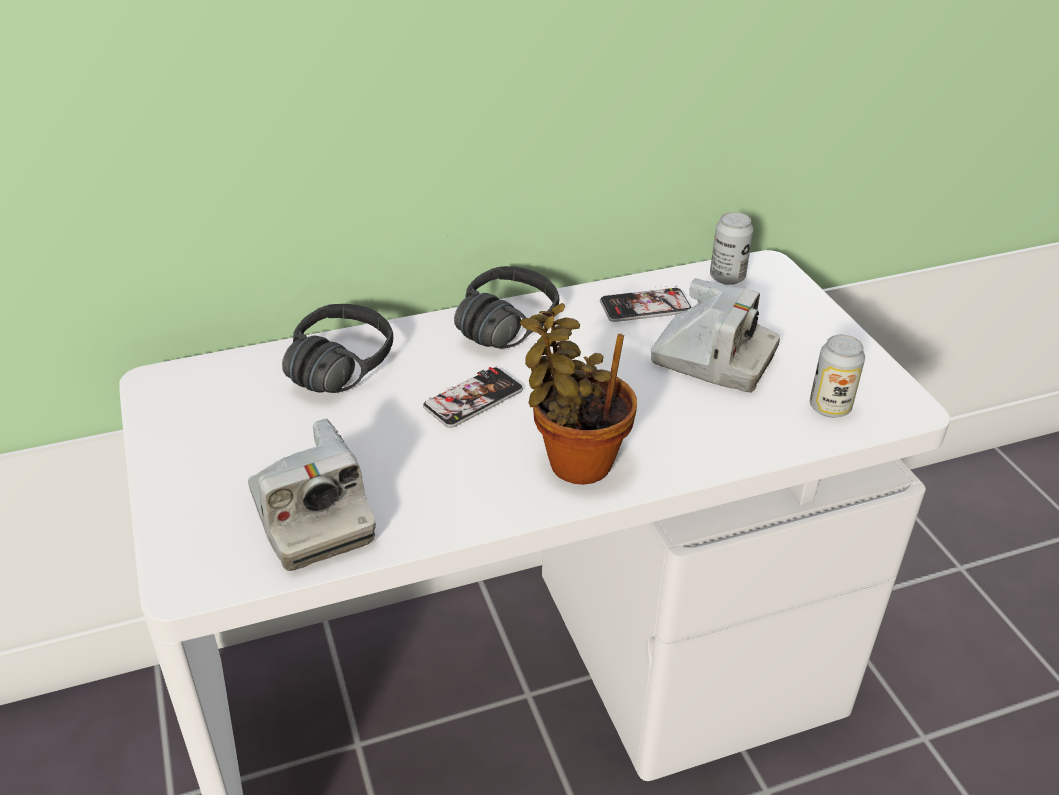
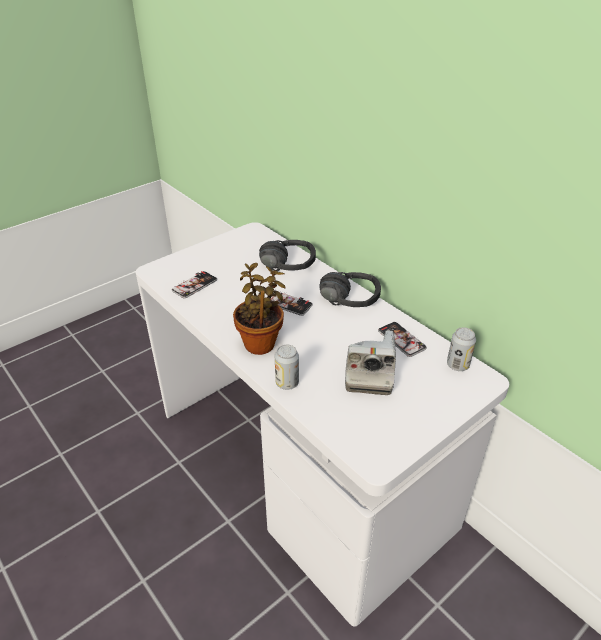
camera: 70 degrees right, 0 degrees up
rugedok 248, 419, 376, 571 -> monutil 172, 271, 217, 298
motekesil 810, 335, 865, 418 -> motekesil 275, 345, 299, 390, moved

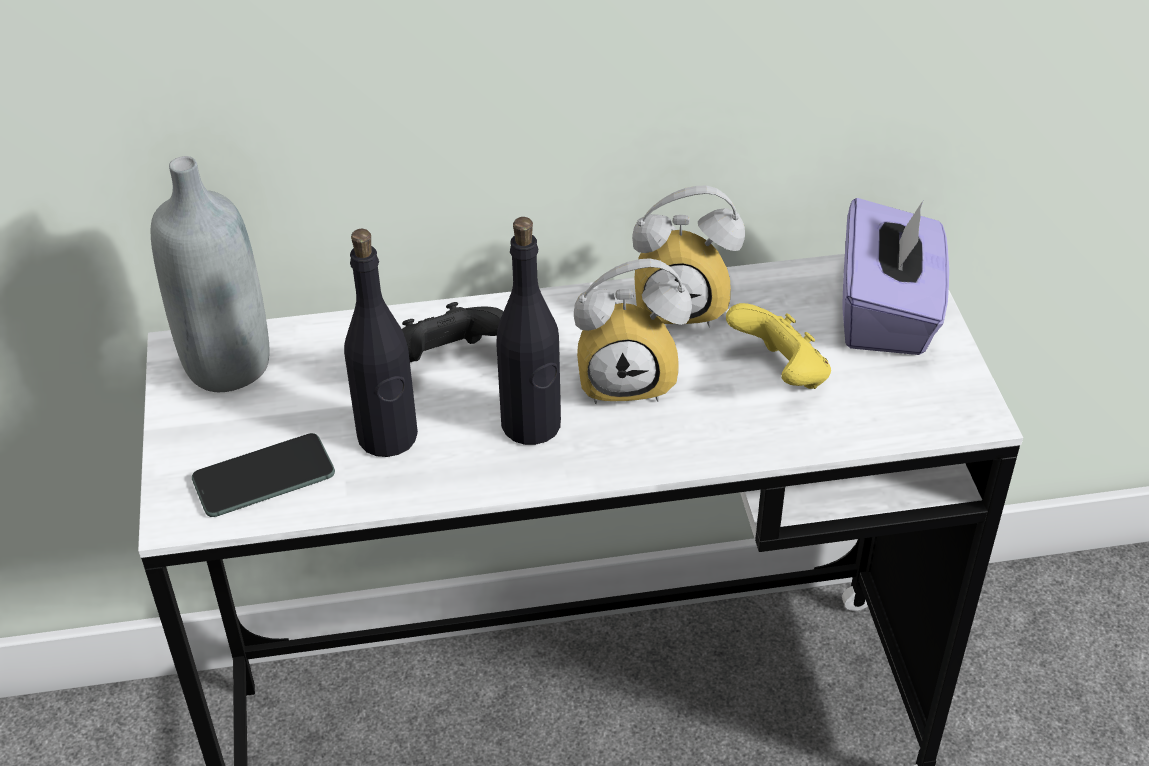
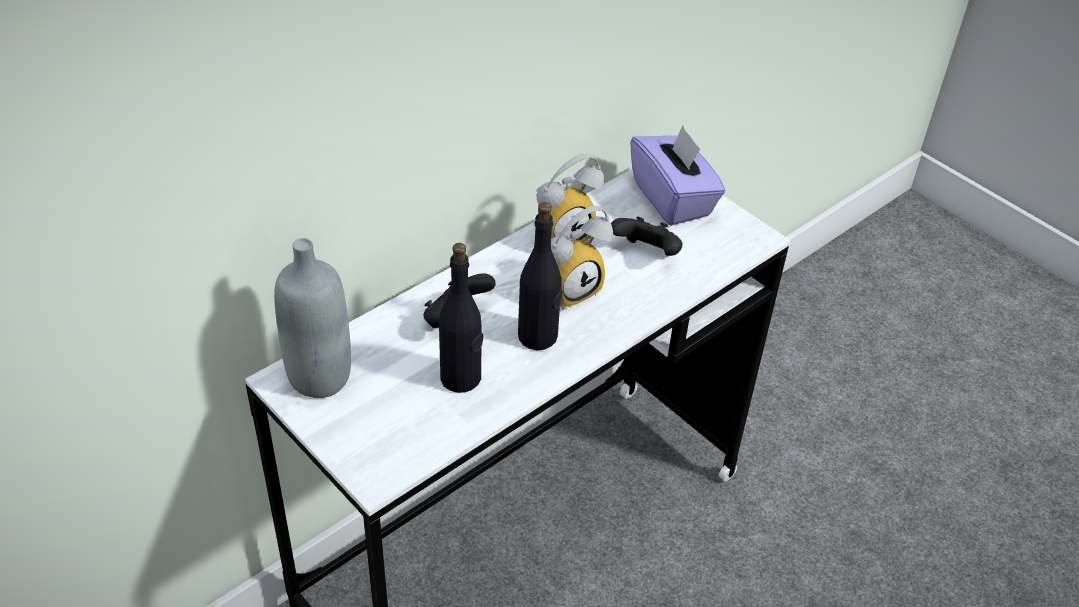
camera: 35 degrees left, 0 degrees up
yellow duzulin 726, 303, 831, 389 -> black duzulin 611, 217, 683, 256
monutil 192, 433, 335, 517 -> none

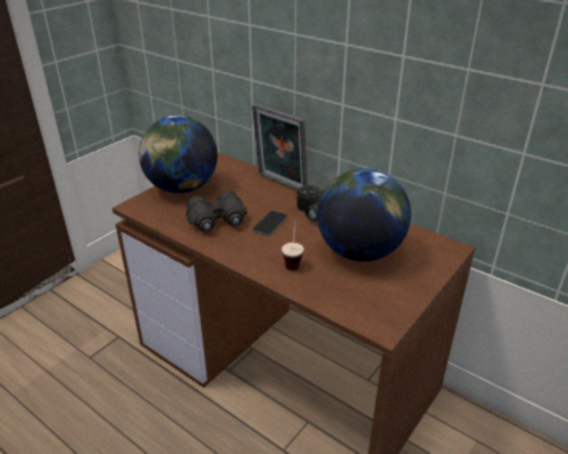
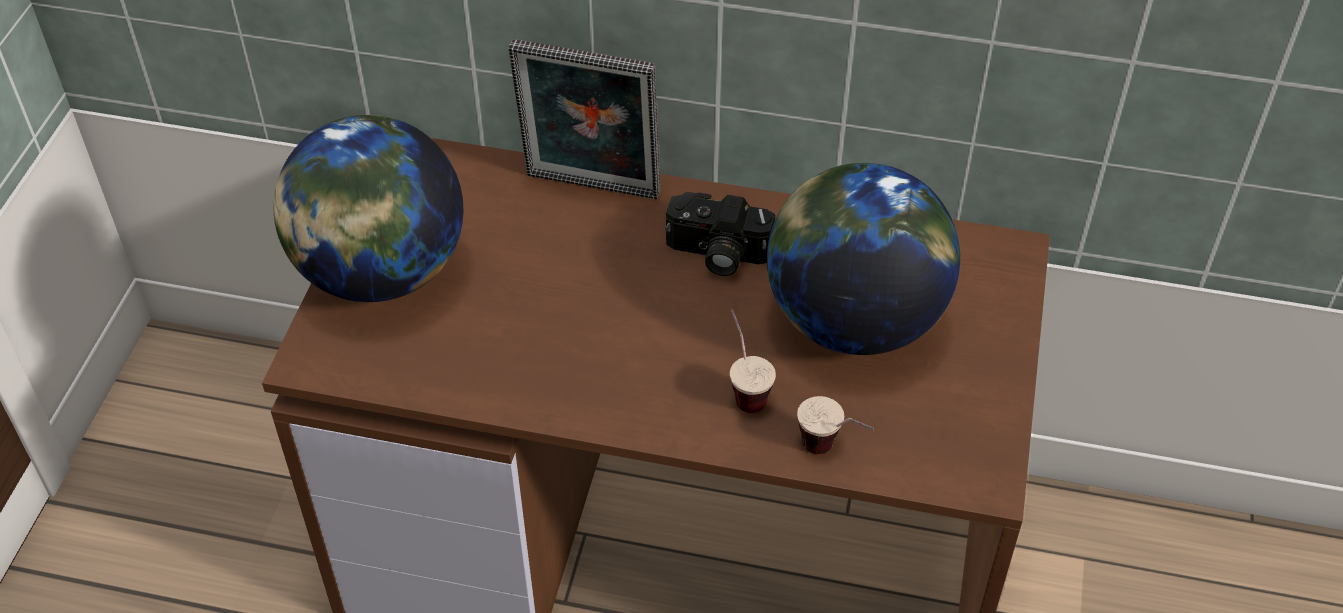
camera: 25 degrees left, 15 degrees up
none -> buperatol 797, 396, 875, 454
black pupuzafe 186, 191, 247, 232 -> none
monutil 252, 211, 288, 236 -> none

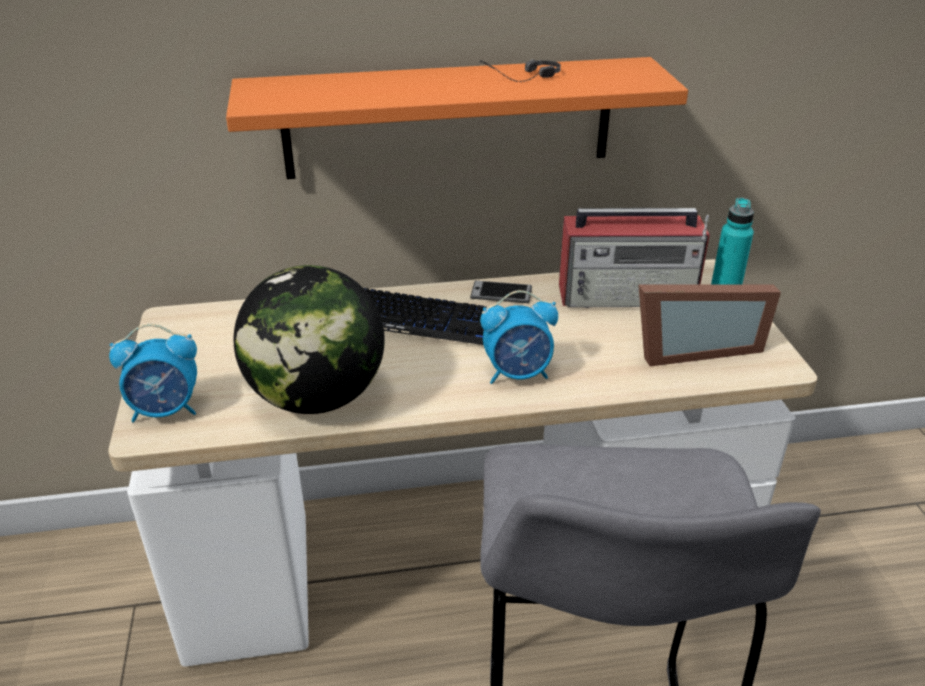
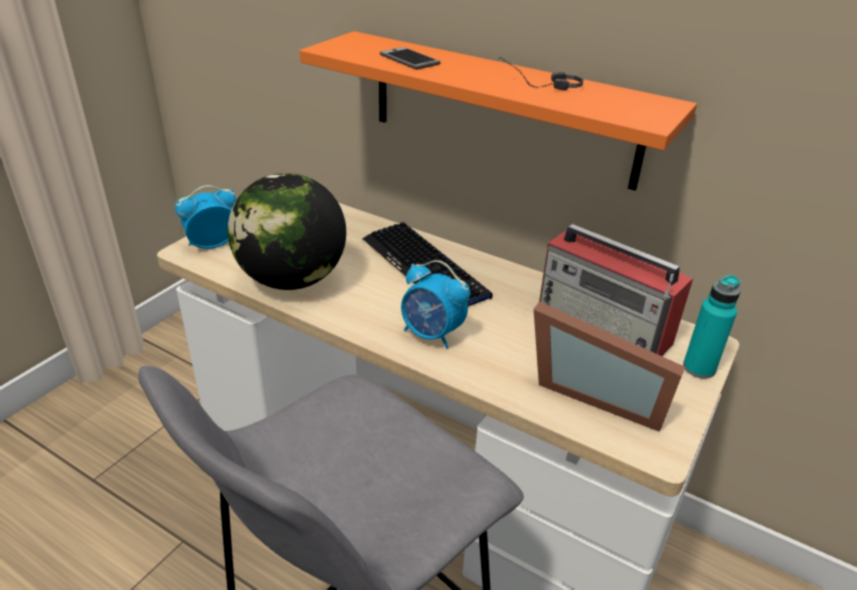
camera: 40 degrees right, 0 degrees up
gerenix 109, 324, 197, 423 -> gerenix 175, 185, 236, 249, 120 degrees clockwise
monutil 470, 281, 532, 303 -> monutil 380, 47, 440, 70, moved

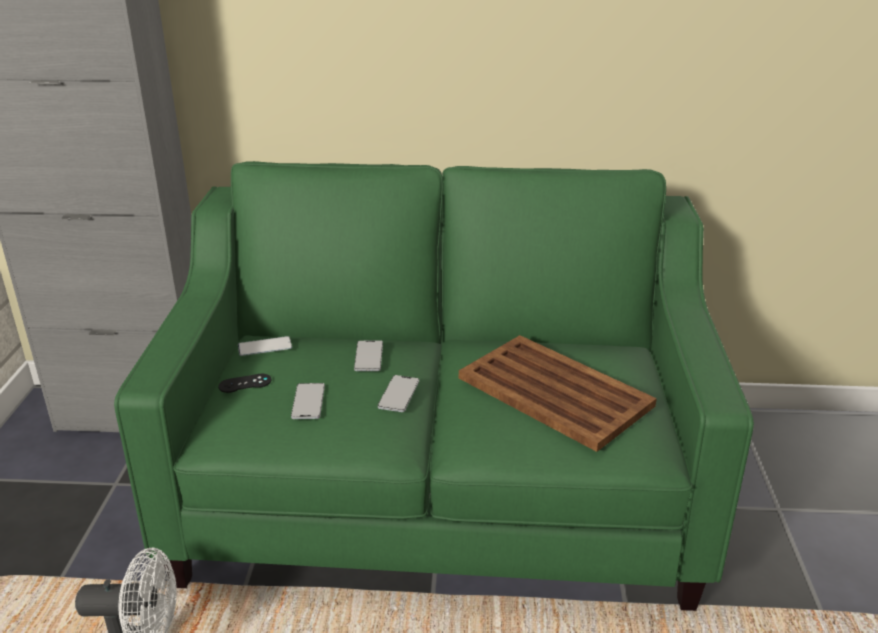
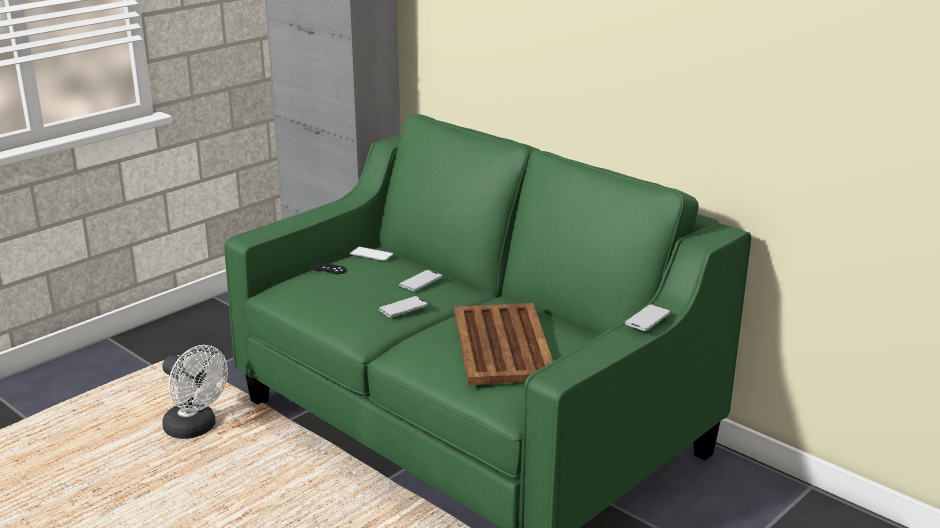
camera: 40 degrees right, 5 degrees down
monutil 291, 383, 325, 419 -> monutil 625, 304, 671, 331, moved

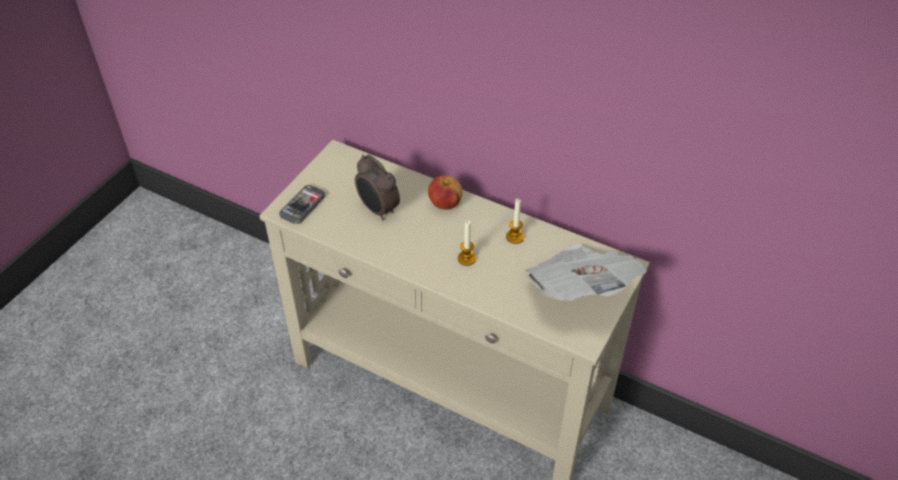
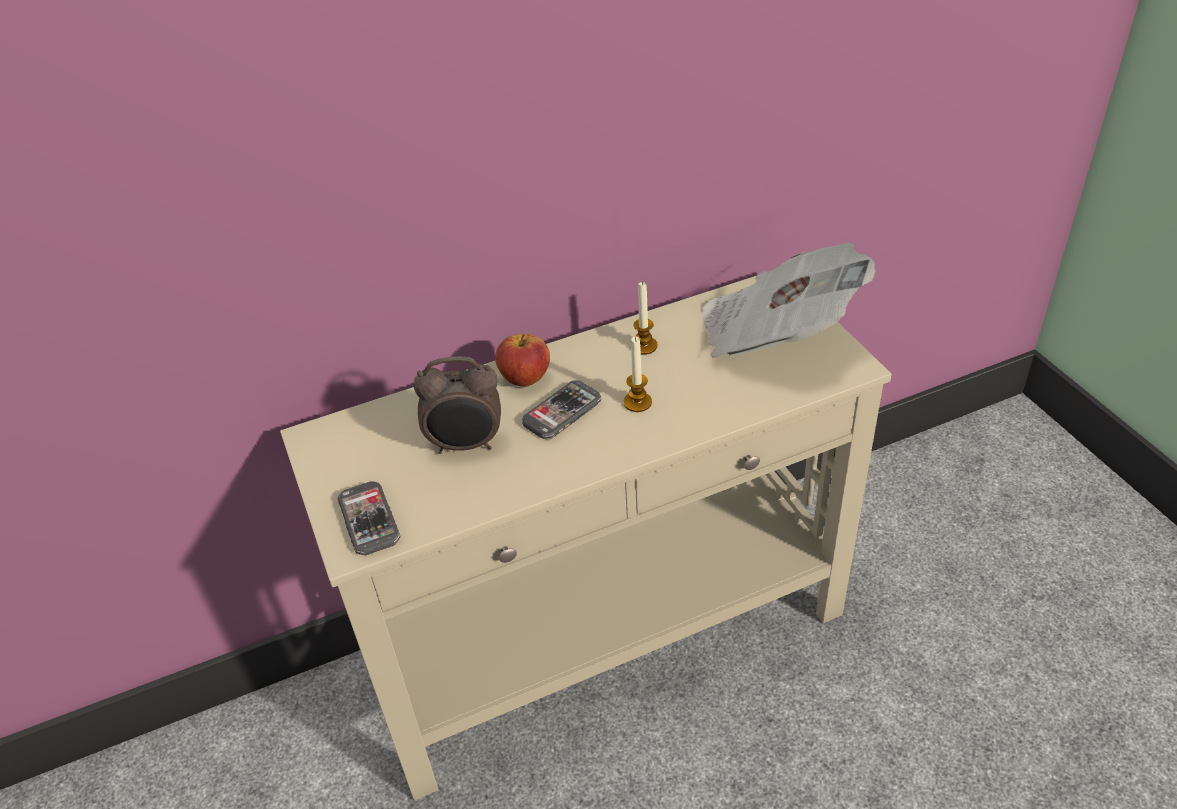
camera: 50 degrees left, 5 degrees down
none -> monutil 522, 380, 601, 439

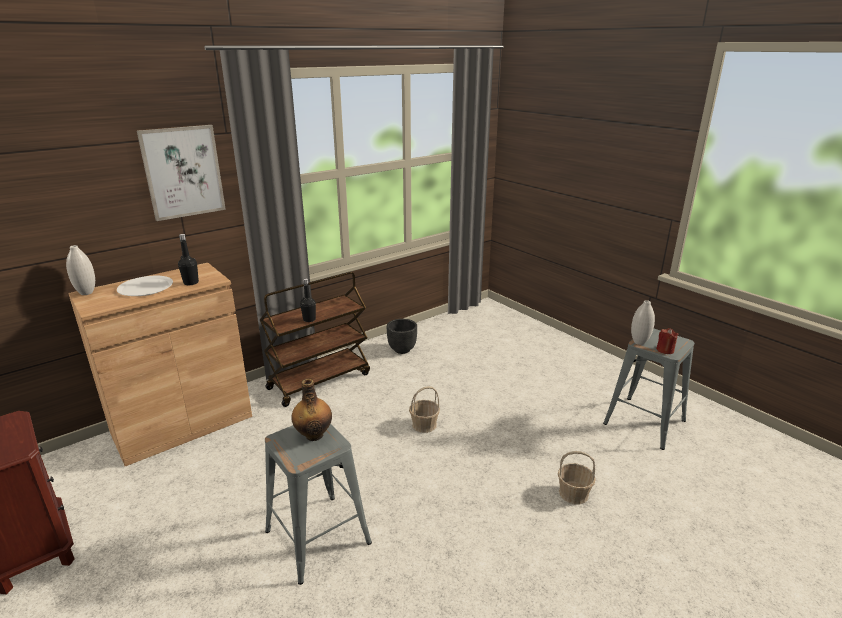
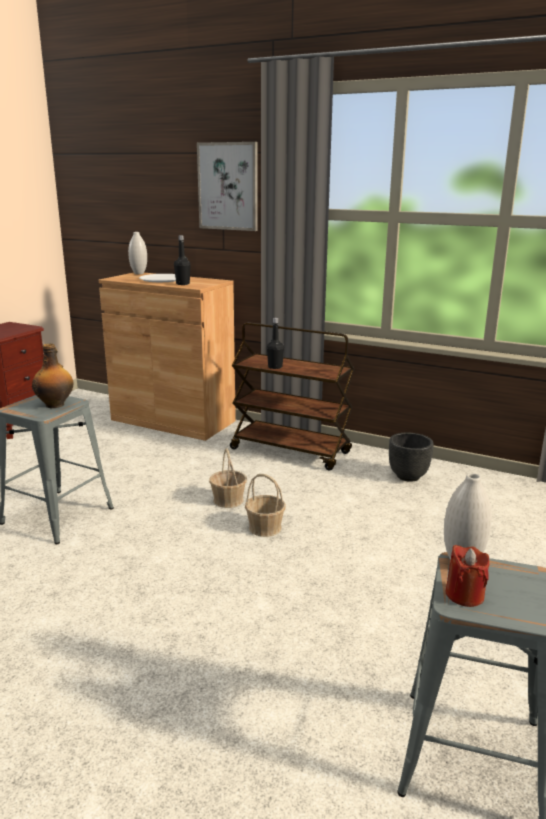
camera: 65 degrees right, 5 degrees down
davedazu 558, 451, 596, 504 -> davedazu 209, 448, 247, 508, moved

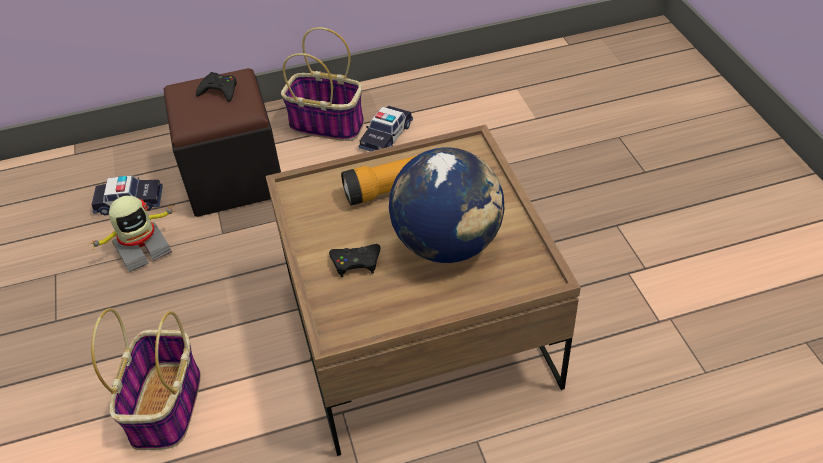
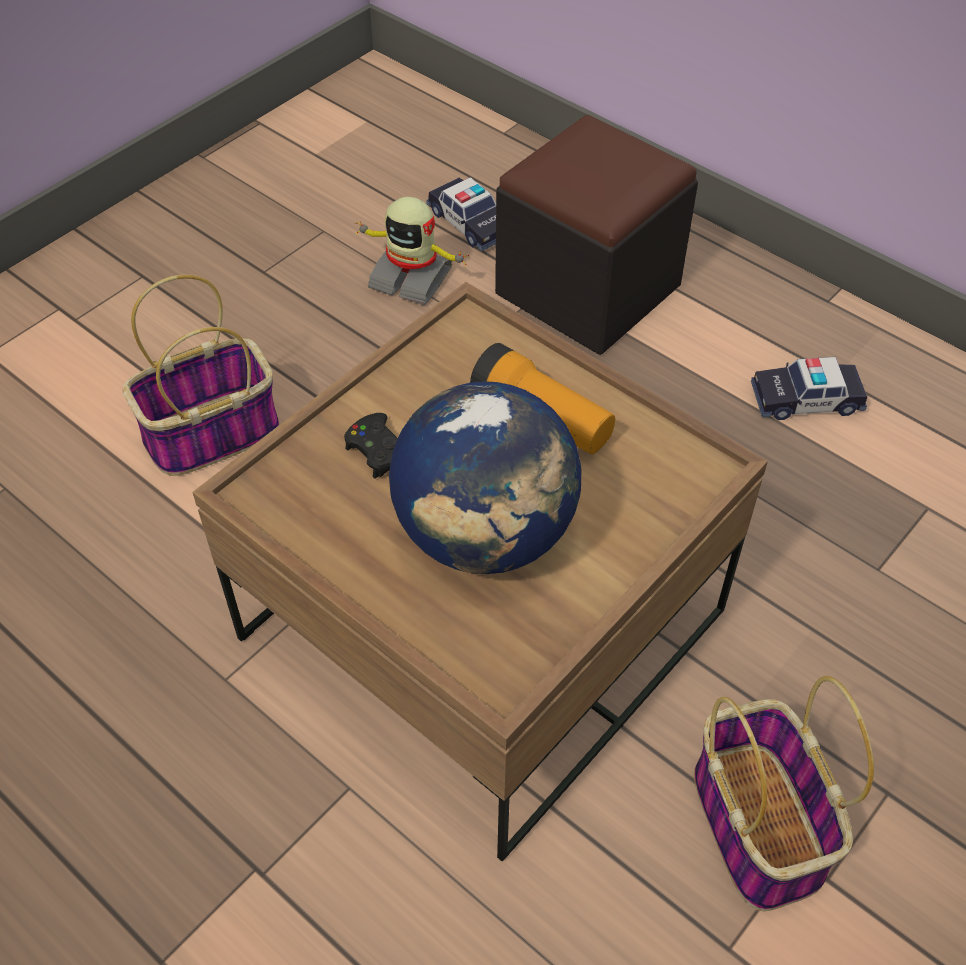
camera: 55 degrees right, 5 degrees up
davedazu 281, 27, 364, 141 -> davedazu 694, 676, 874, 911, moved
black duzulin 196, 72, 237, 102 -> none

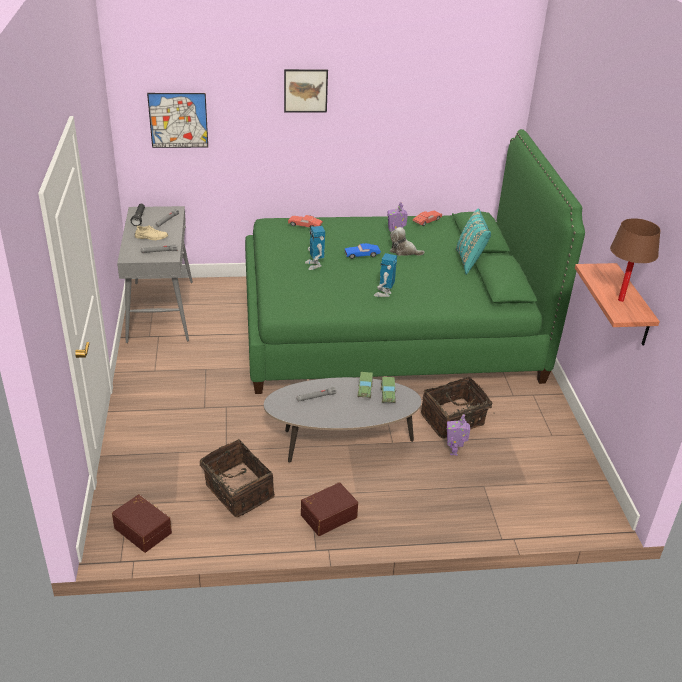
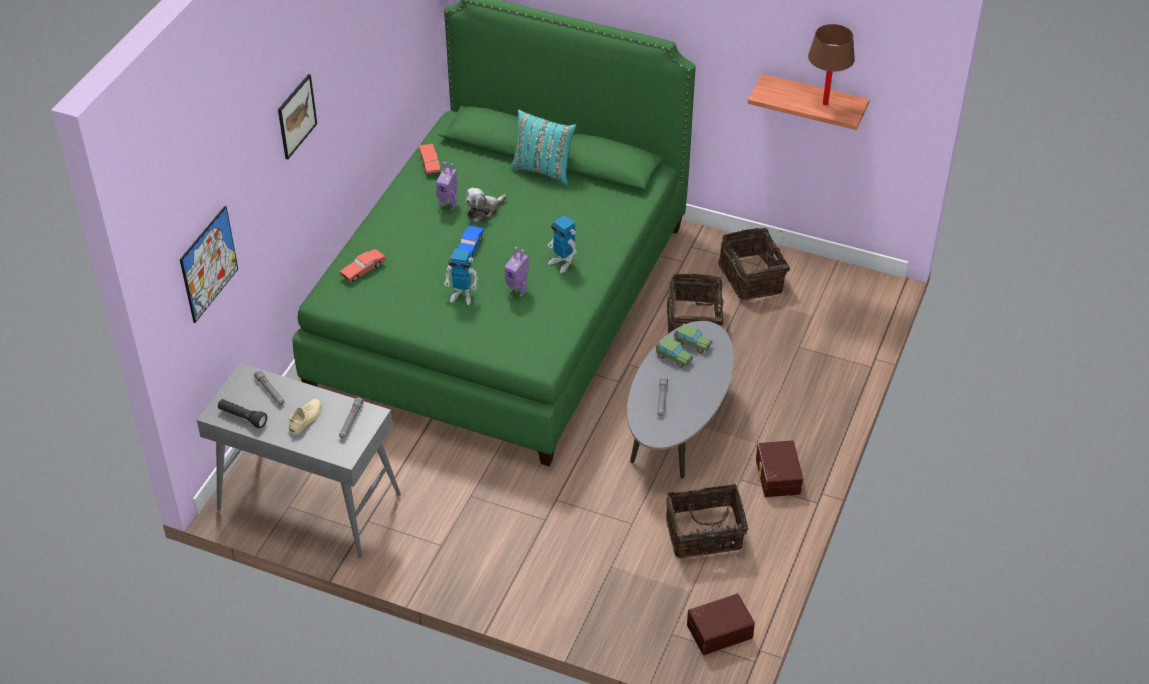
camera: 60 degrees left, 10 degrees up
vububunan 447, 414, 470, 456 -> vububunan 505, 247, 529, 297, moved
none -> davedazu 718, 227, 790, 300

